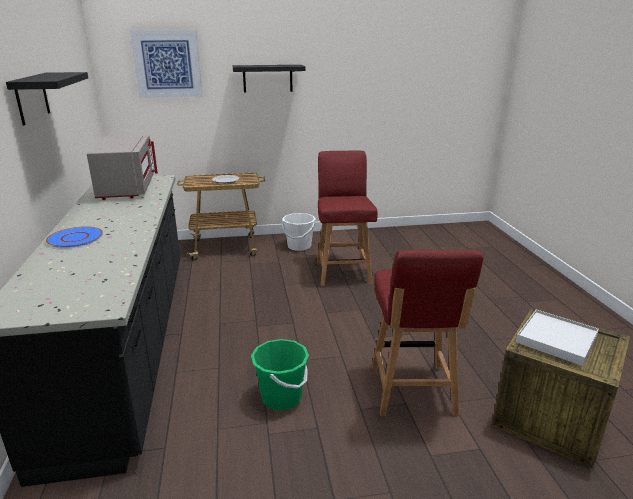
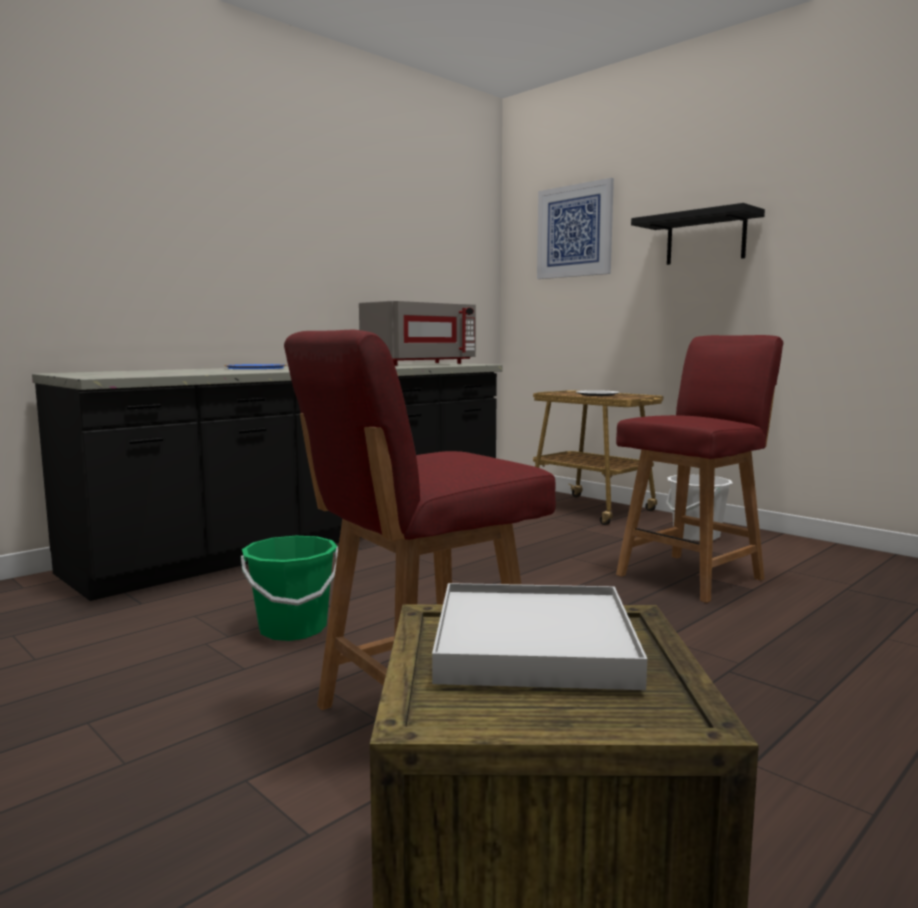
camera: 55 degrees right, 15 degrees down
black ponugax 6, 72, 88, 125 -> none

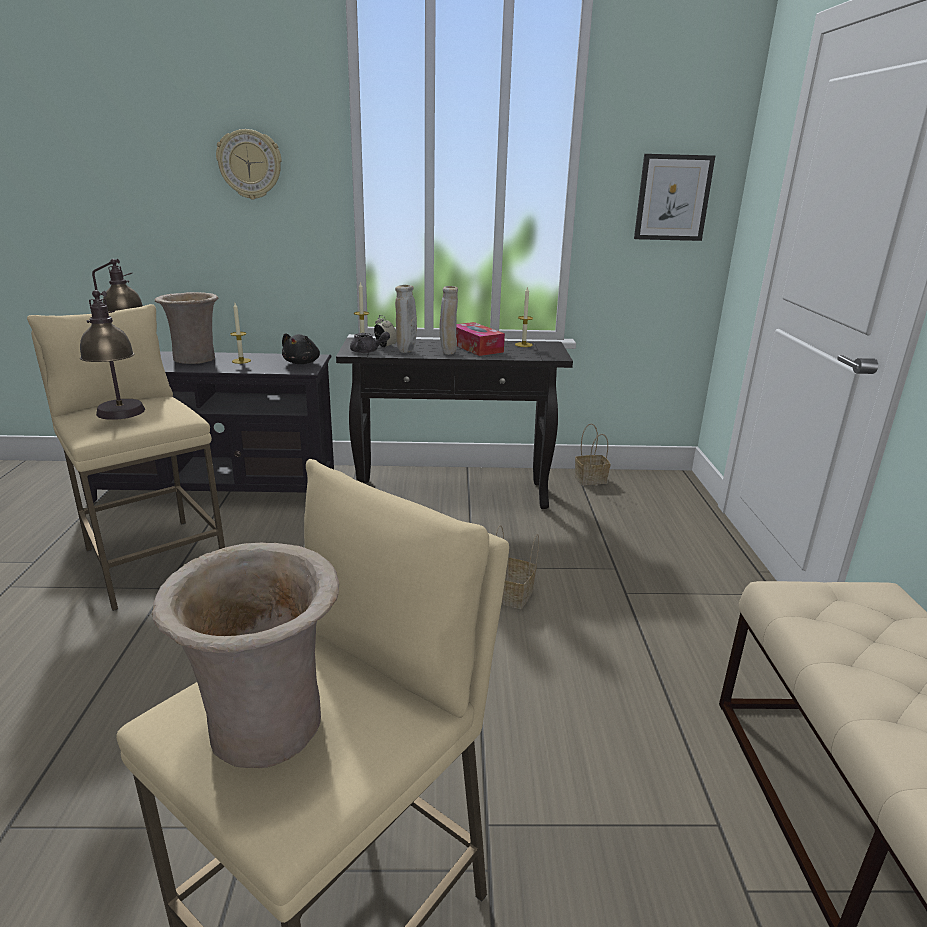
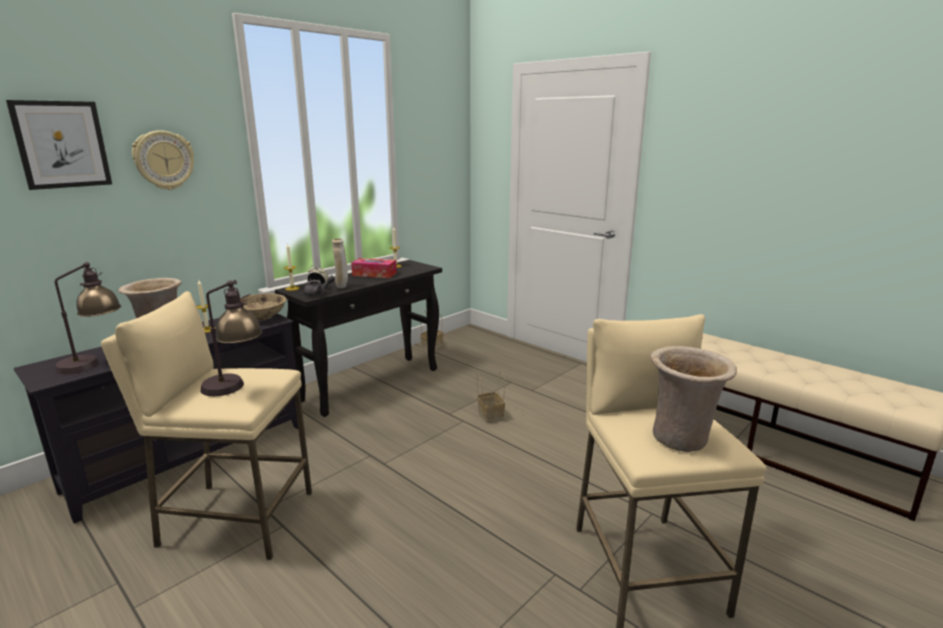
camera: 45 degrees left, 5 degrees down
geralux 634, 154, 715, 241 -> geralux 6, 100, 112, 190, moved
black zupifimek 282, 333, 320, 364 -> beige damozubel 240, 294, 287, 321
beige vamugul 440, 286, 458, 355 -> none

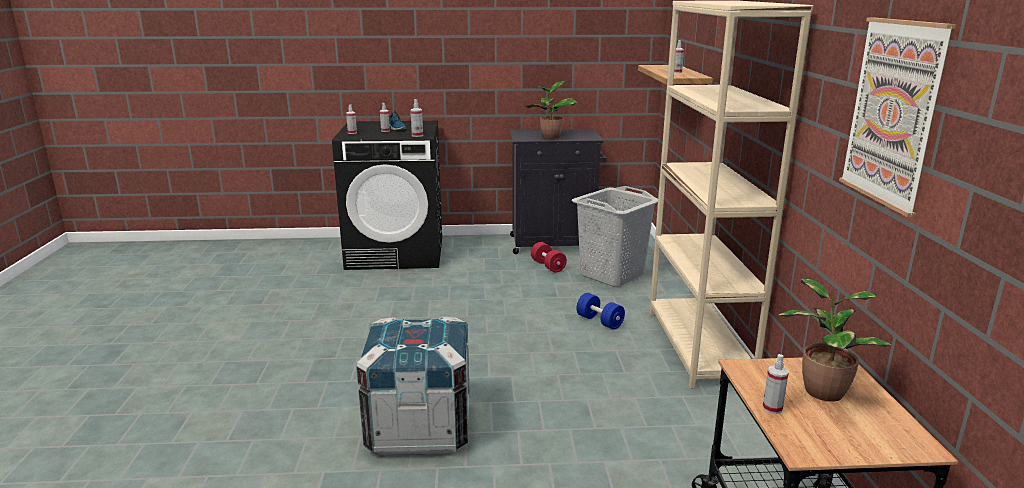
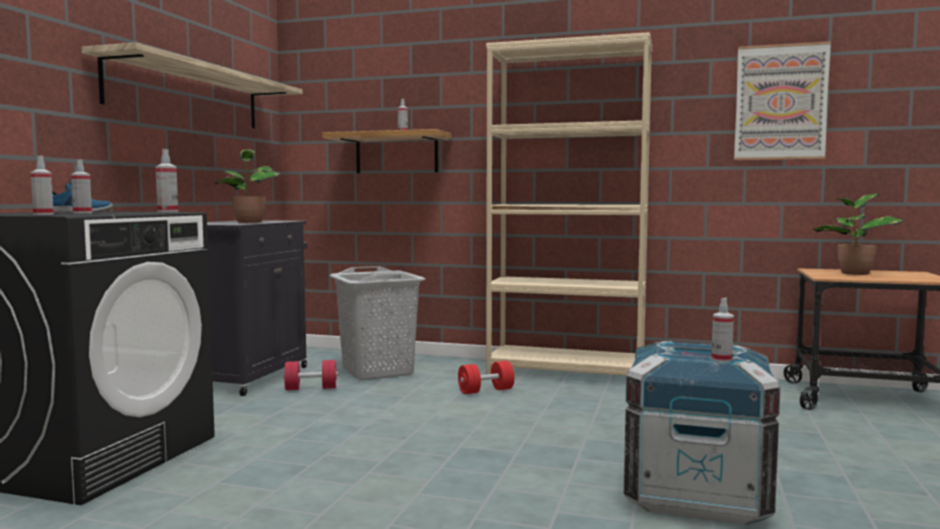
camera: 70 degrees left, 15 degrees down
none -> ponugax 82, 42, 303, 128
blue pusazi 576, 293, 625, 329 -> red pusazi 458, 361, 514, 394
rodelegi 762, 354, 789, 414 -> rodelegi 711, 298, 734, 362, moved

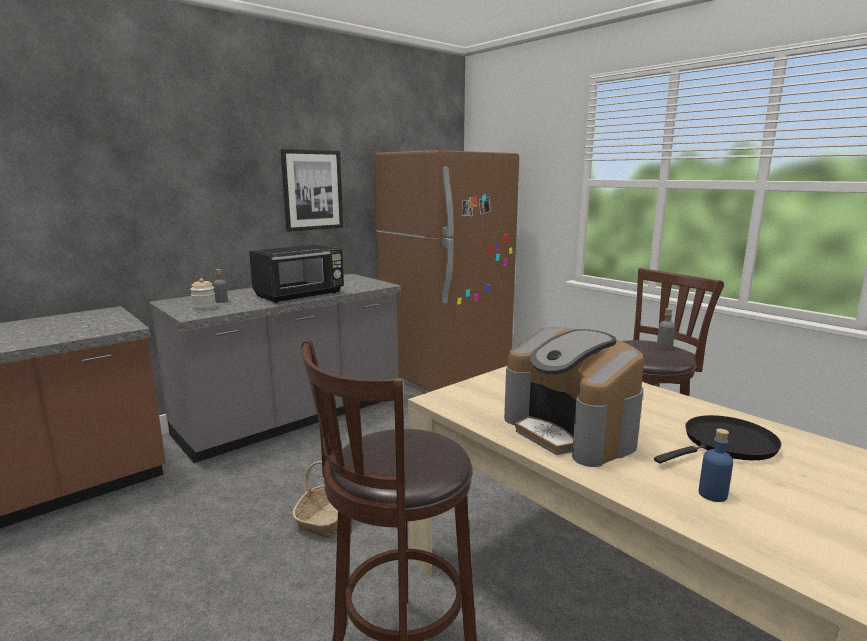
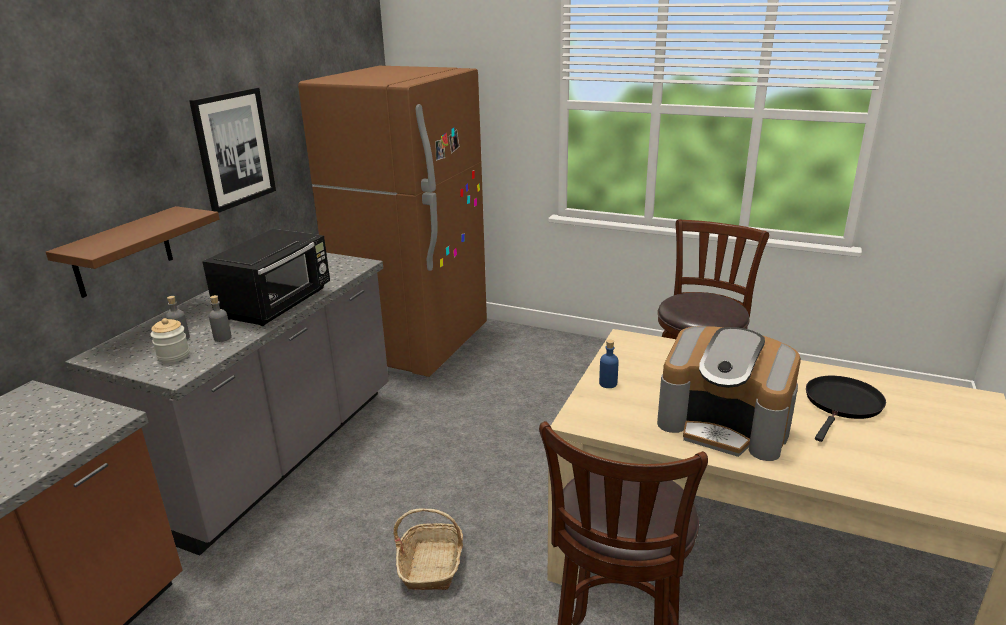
camera: 25 degrees left, 10 degrees up
none -> brown ponugax 46, 206, 220, 298
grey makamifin 657, 308, 675, 350 -> grey makamifin 209, 295, 232, 342, moved
blue makamifin 699, 429, 733, 502 -> blue makamifin 599, 340, 619, 388, moved

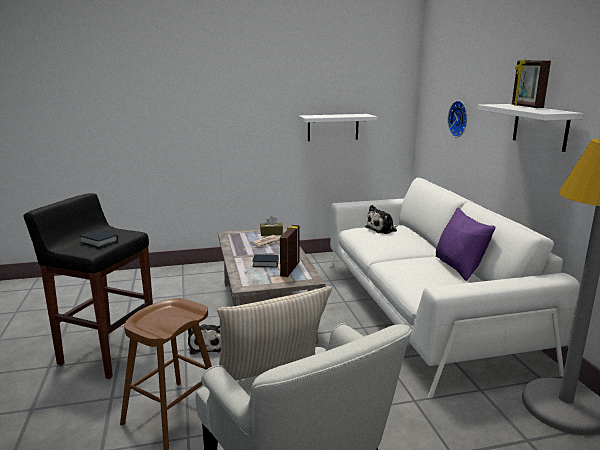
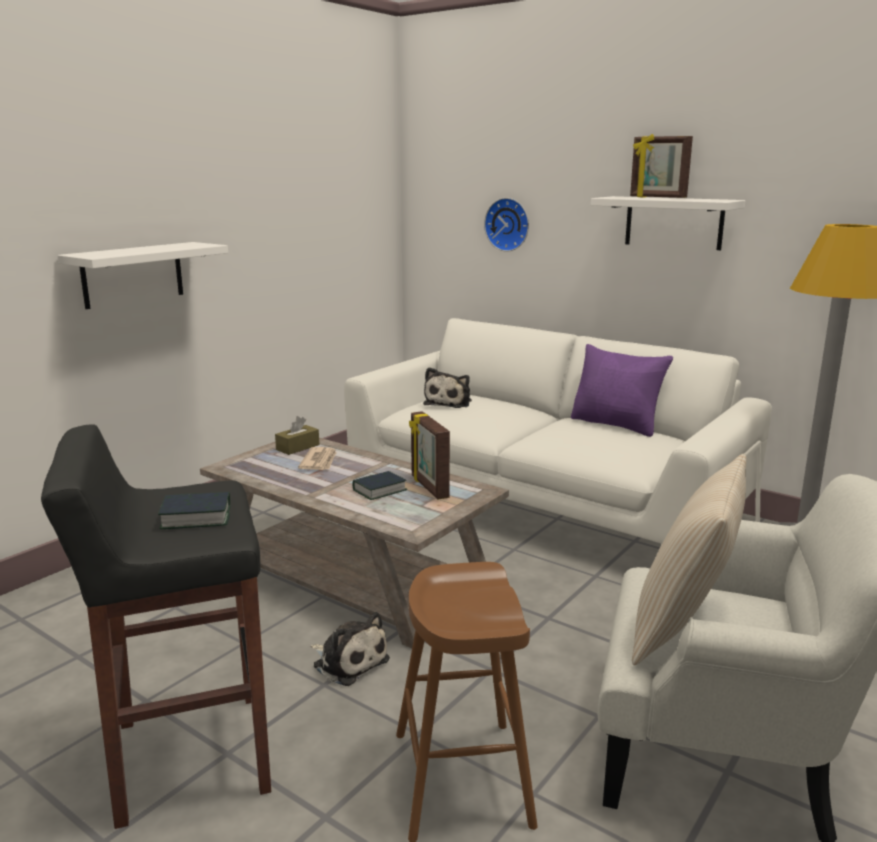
camera: 40 degrees left, 0 degrees up
white ponugax 298, 114, 377, 141 -> white ponugax 57, 242, 228, 309, moved

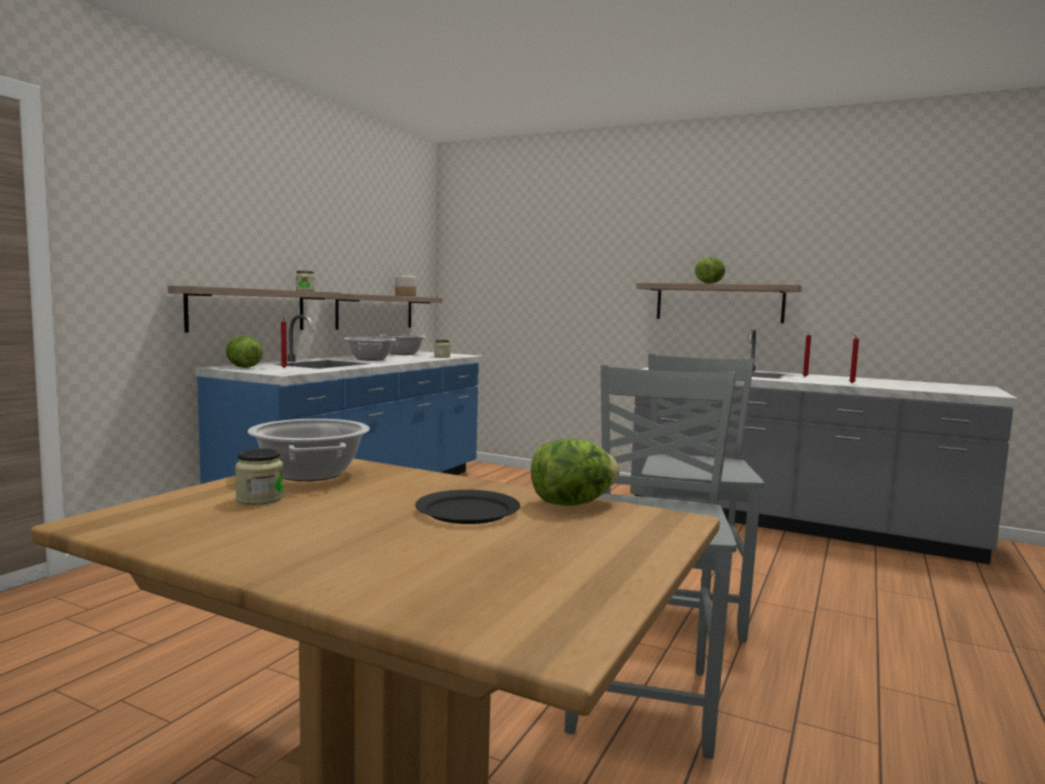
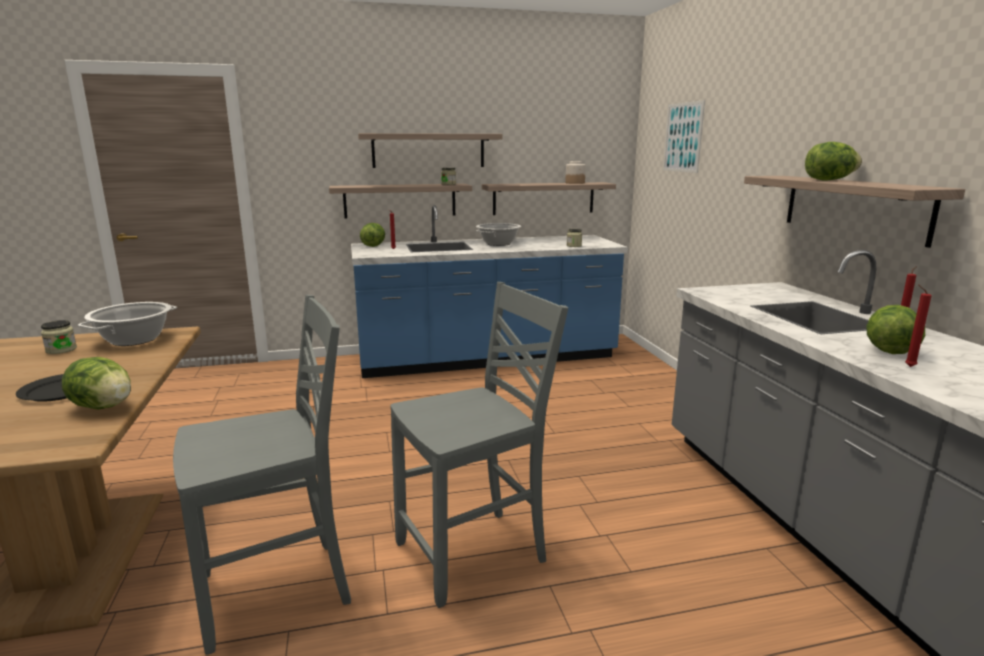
camera: 50 degrees right, 10 degrees up
none -> ponugax 358, 133, 503, 168
none -> geralux 663, 100, 705, 173
none -> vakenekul 866, 305, 925, 354
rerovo 379, 334, 427, 355 -> none

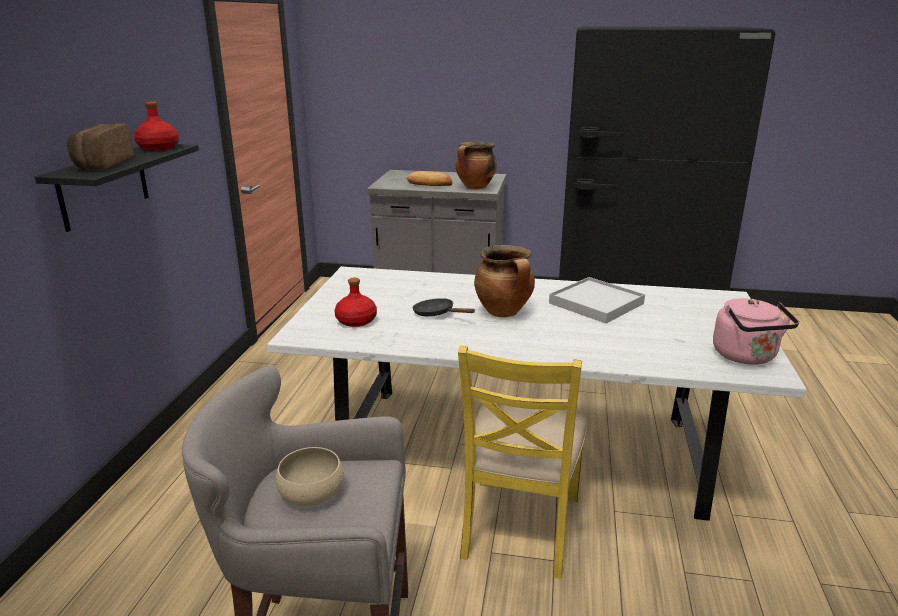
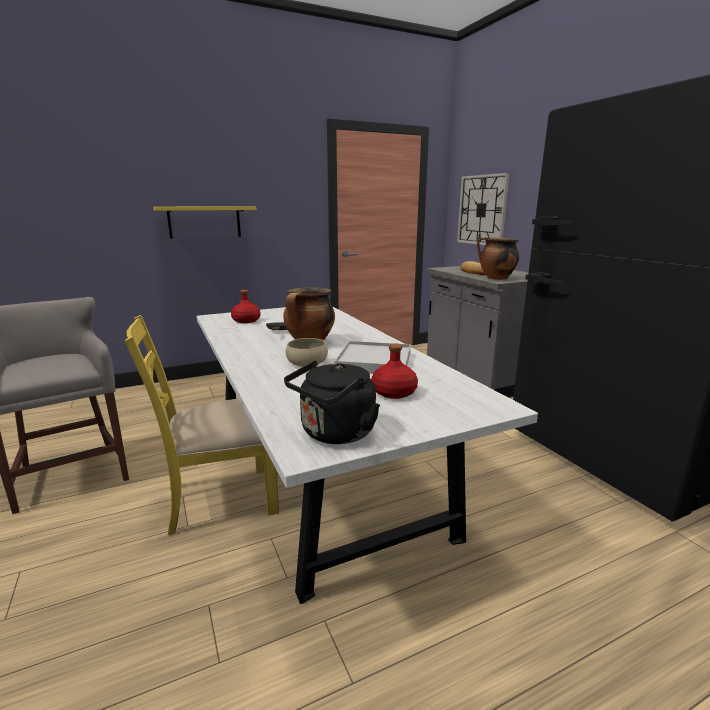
camera: 55 degrees right, 5 degrees down
black ponugax 35, 144, 199, 232 -> yellow ponugax 153, 206, 256, 239
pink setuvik 713, 298, 799, 365 -> black setuvik 284, 360, 380, 444
beige damozubel 276, 447, 344, 506 -> beige damozubel 285, 338, 328, 367, moved
red makamifin 134, 101, 179, 150 -> red makamifin 371, 344, 418, 399, moved
none -> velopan 457, 173, 510, 245
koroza 67, 123, 134, 170 -> none

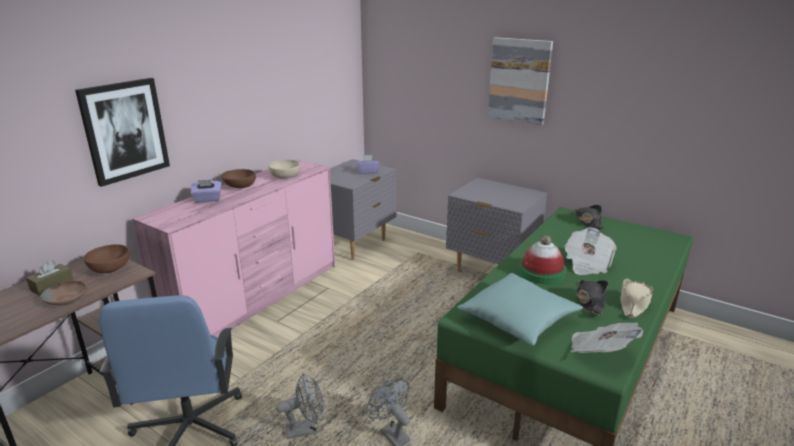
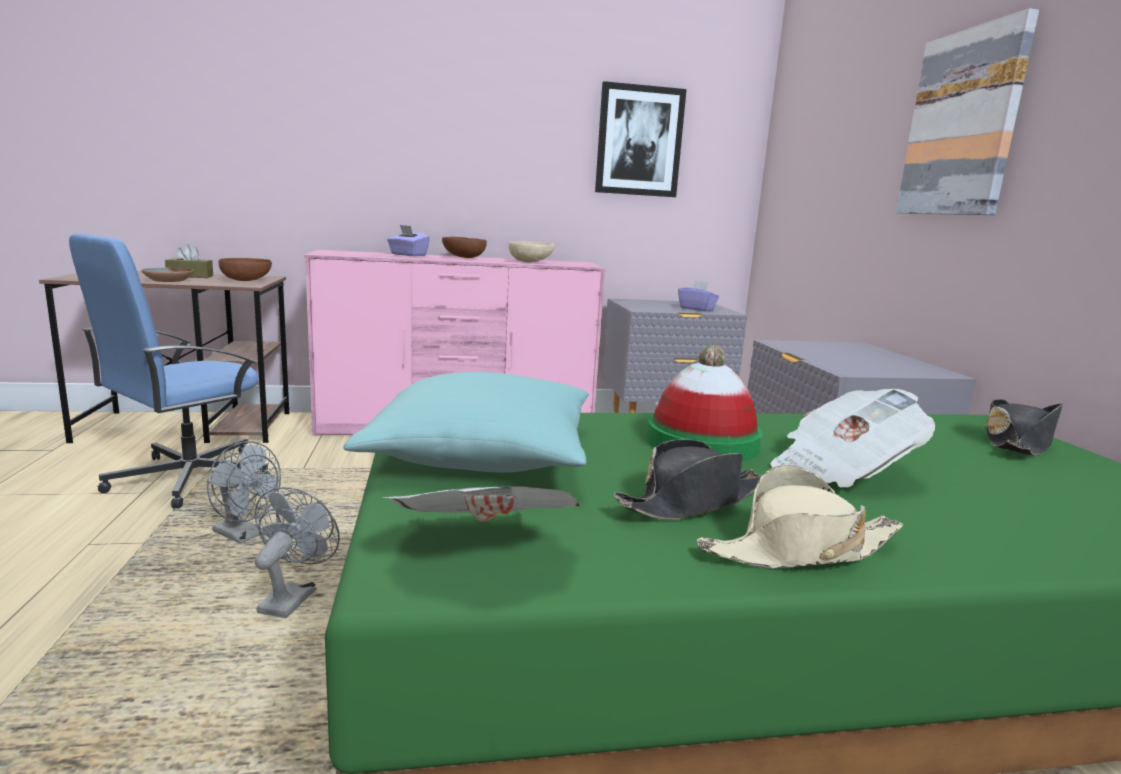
camera: 45 degrees right, 10 degrees down
geralux 75, 78, 170, 187 -> geralux 595, 81, 687, 197, moved

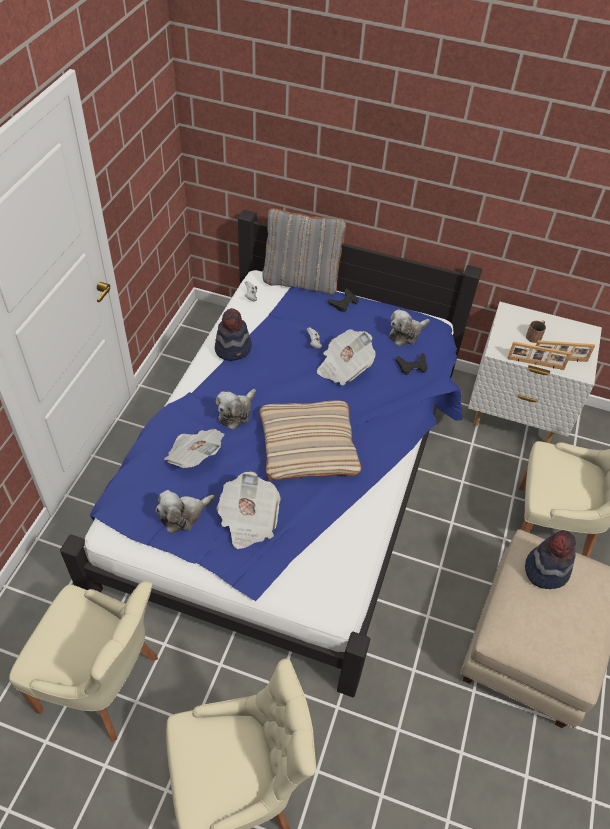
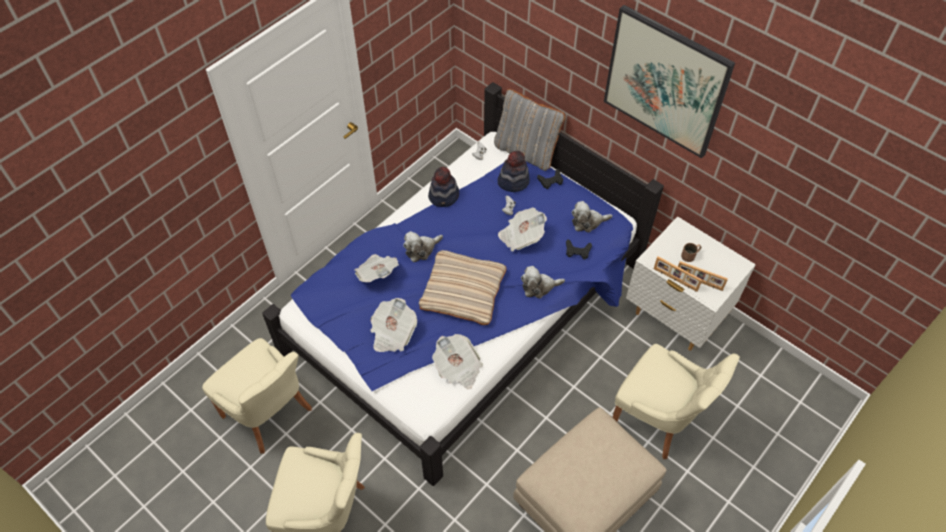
camera: 25 degrees right, 5 degrees up
none -> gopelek 432, 334, 483, 389
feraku 525, 530, 576, 589 -> feraku 498, 151, 530, 192, moved
zupifimek 156, 490, 215, 534 -> zupifimek 521, 266, 565, 298, moved
none -> geralux 604, 5, 735, 158

